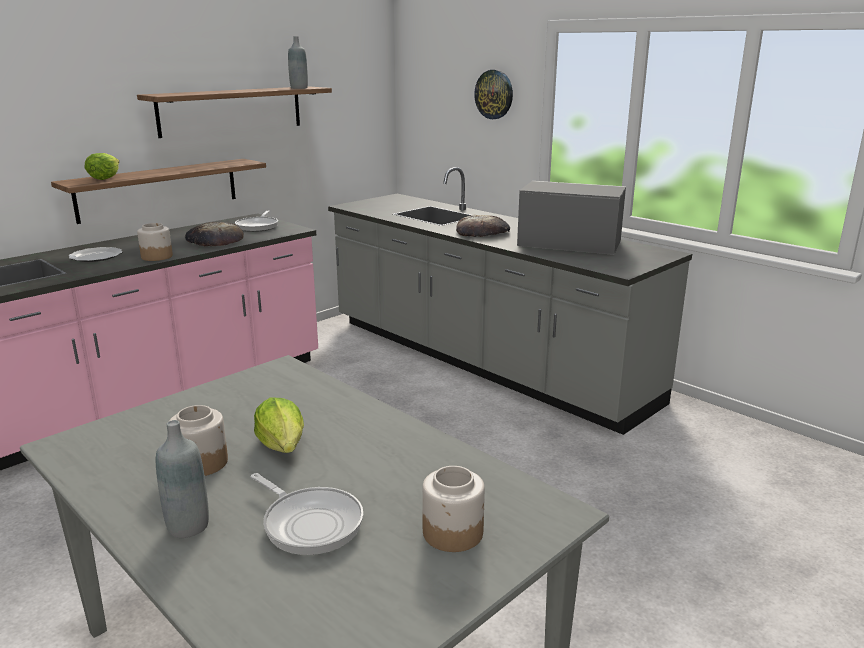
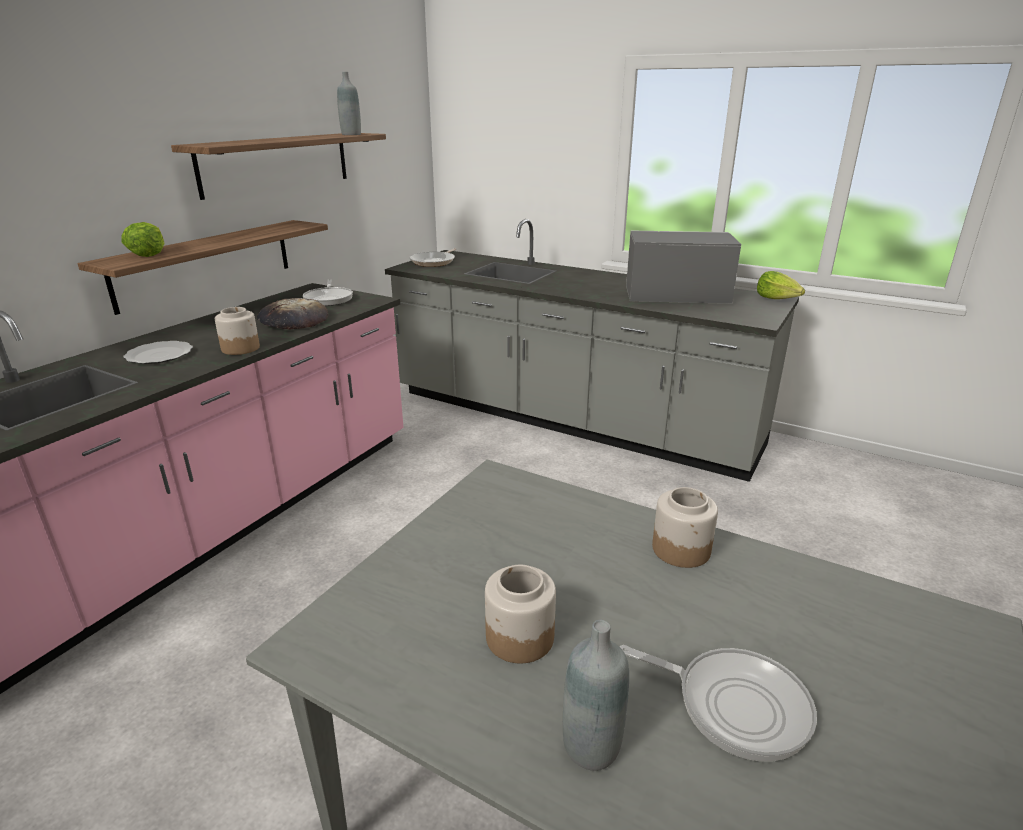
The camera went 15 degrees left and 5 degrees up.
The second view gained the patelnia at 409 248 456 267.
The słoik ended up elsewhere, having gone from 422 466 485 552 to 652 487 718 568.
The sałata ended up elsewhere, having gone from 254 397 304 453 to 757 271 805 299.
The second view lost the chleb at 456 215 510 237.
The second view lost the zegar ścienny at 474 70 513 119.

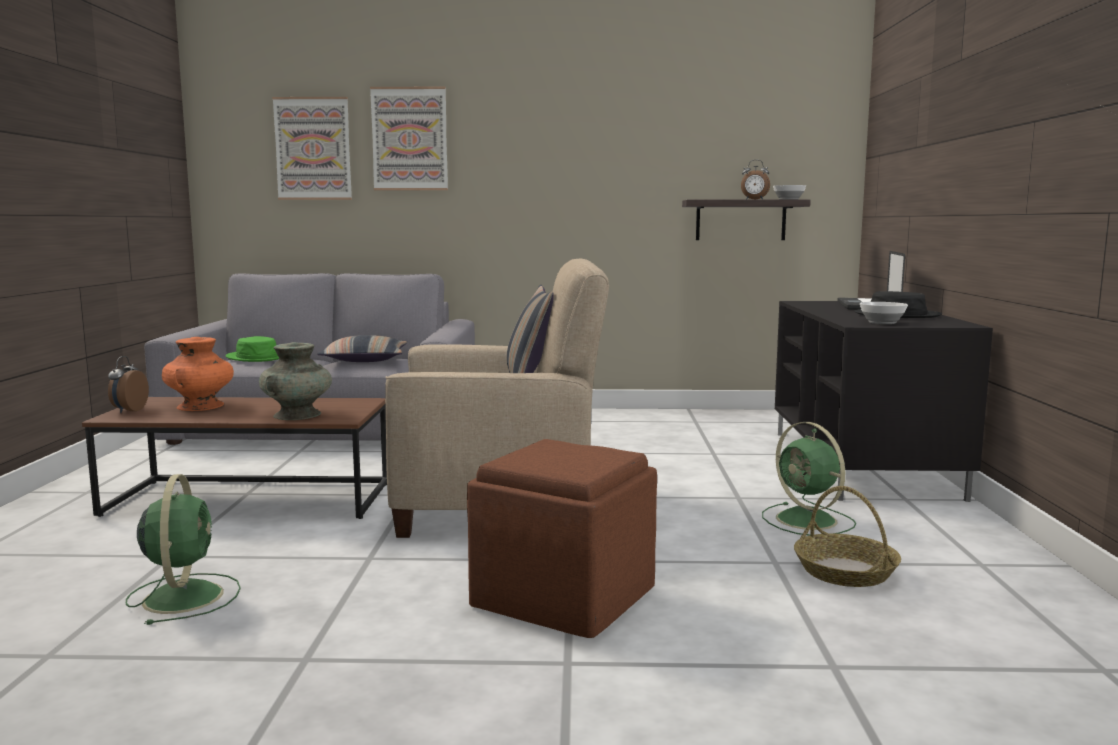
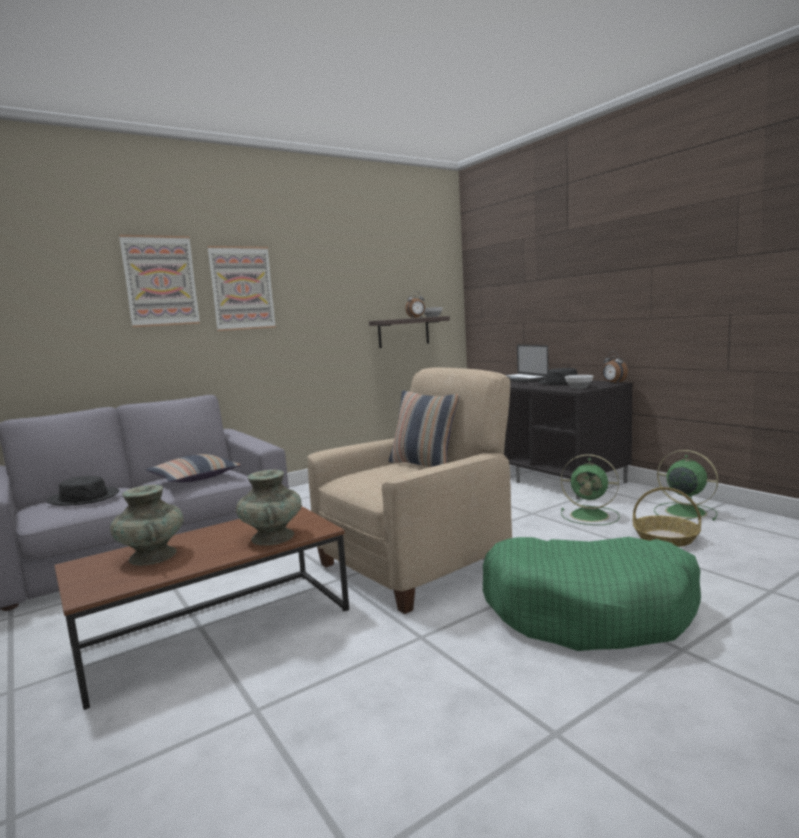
The camera went 35 degrees left and 0 degrees up.
What was the kapelusz/zielony at 226 336 279 362 turned into the kapelusz/czarny at 46 476 119 506.
What was the wazon/pomarańczowy at 162 337 234 411 turned into the wazon/turkusowy at 110 485 184 566.
The obraz ended up elsewhere, having gone from 272 97 352 200 to 207 246 276 331.
Where the pufa/brązowy stood at 467 439 657 638, the legowisko/zielony came to stand at 483 537 701 651.
The budzik ended up elsewhere, having gone from 108 356 149 413 to 602 352 628 384.
The wentylator/zielony ended up elsewhere, having gone from 126 474 241 625 to 654 450 718 520.

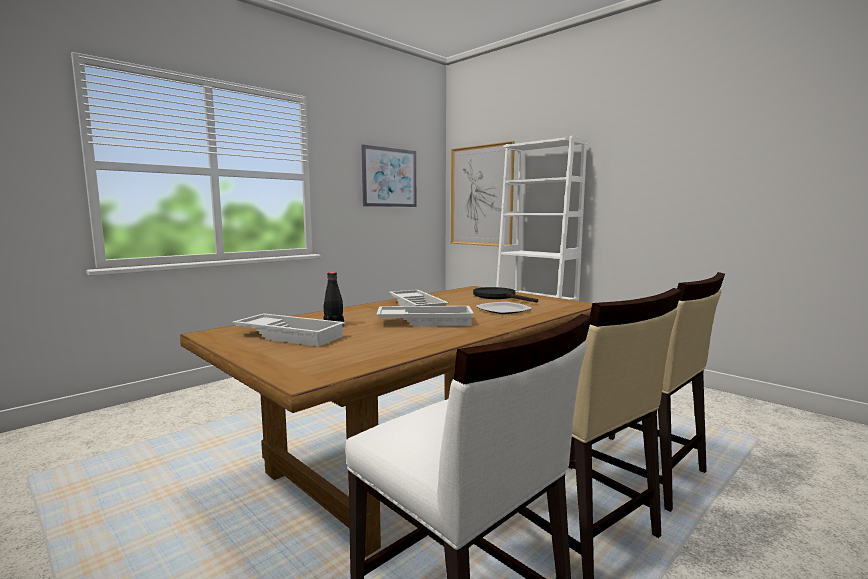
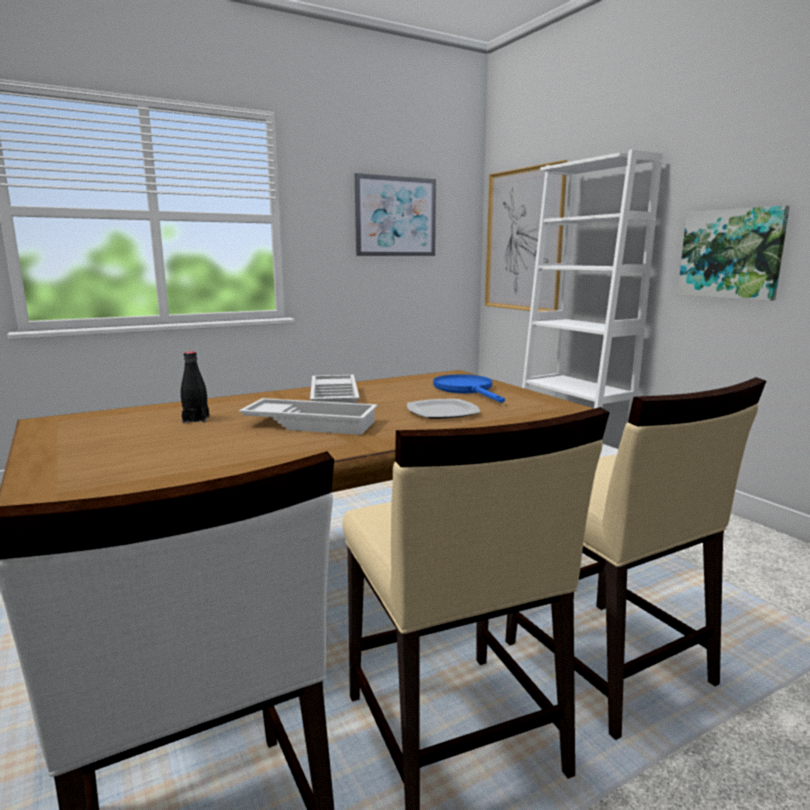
The camera went 15 degrees right and 5 degrees up.
What was the patelnia/czarny at 473 287 538 303 turned into the patelnia/niebieski at 433 374 505 403.
The second view gained the obraz at 677 205 790 301.
The second view lost the taca/biały at 232 313 345 347.

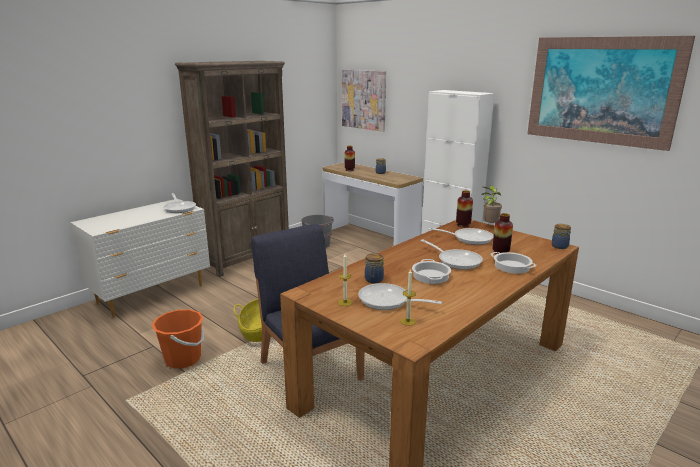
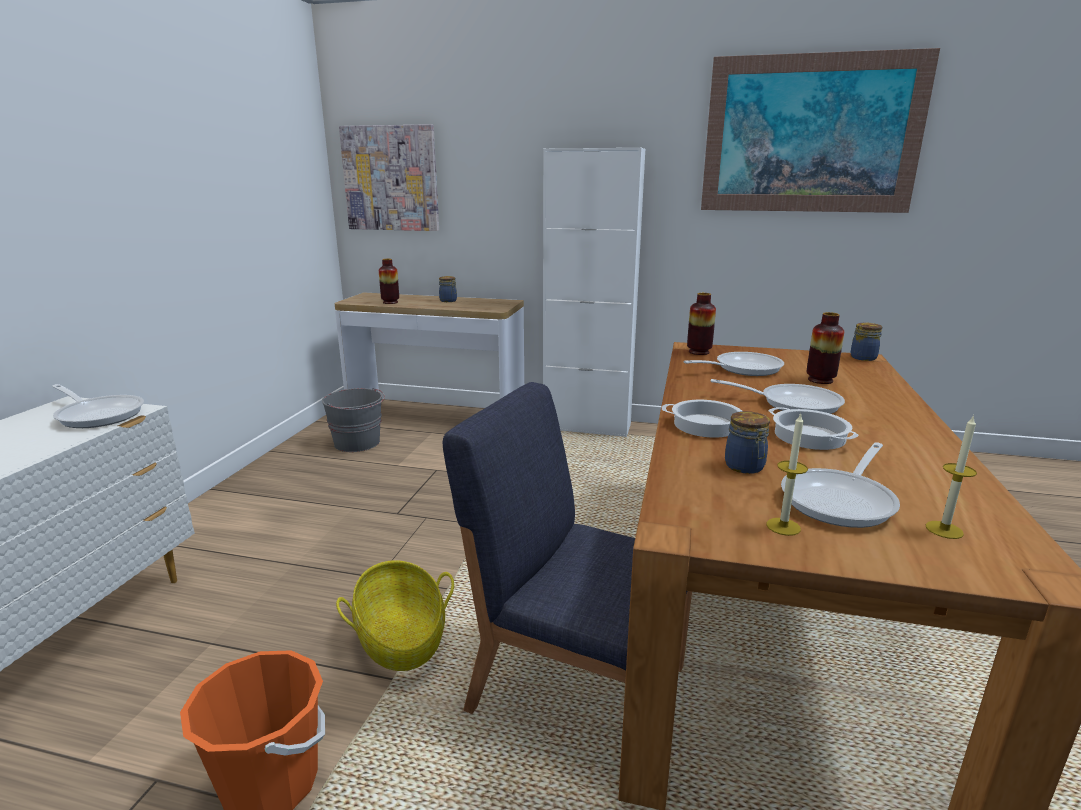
The camera went 30 degrees left and 0 degrees up.
The garnek ended up elsewhere, having gone from 490 252 536 274 to 662 400 742 438.
The patelnia at 358 283 442 310 ended up facing another way, 45 degrees counterclockwise from before.
The second view lost the regał/brązowy at 175 61 289 277.
The second view lost the roślina doniczkowa at 482 185 502 223.

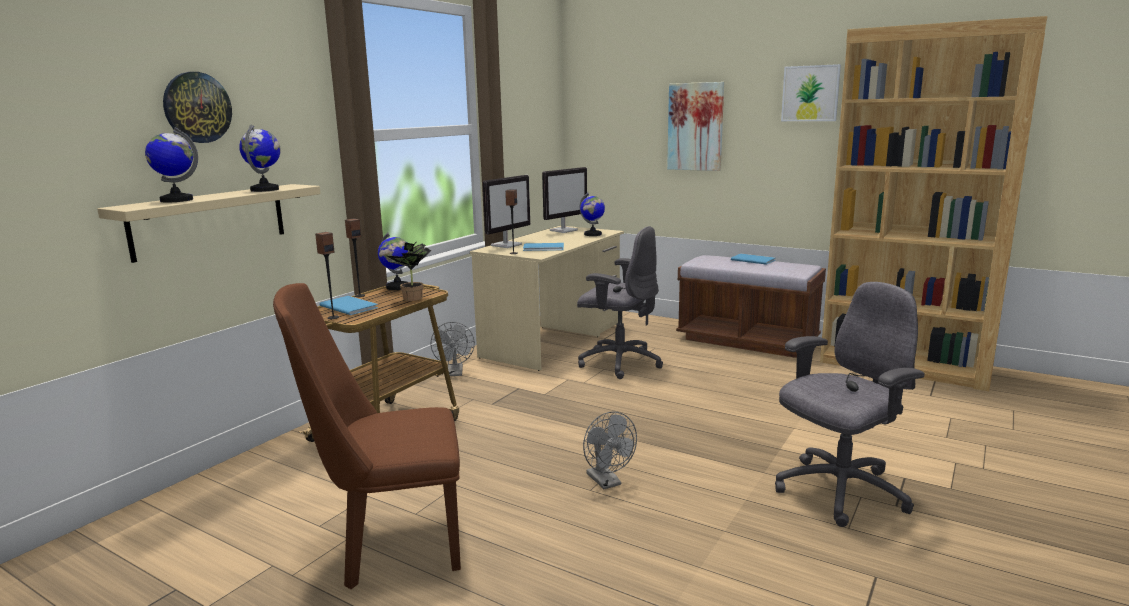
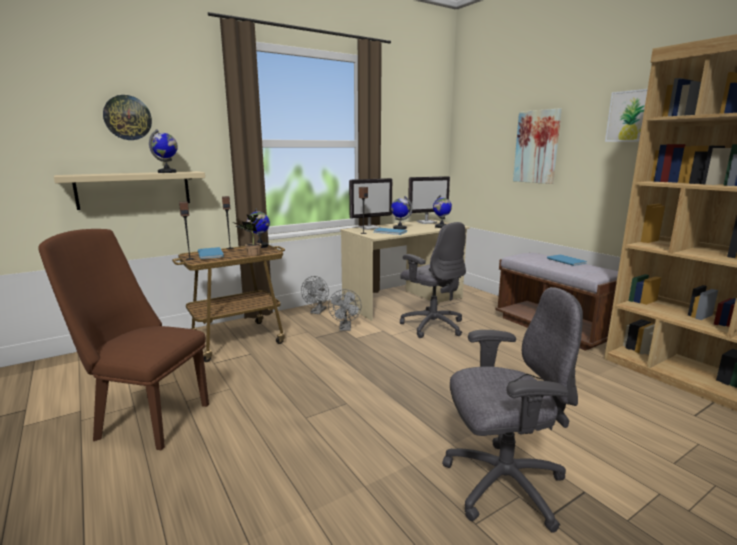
The camera went 25 degrees right and 0 degrees up.
The wentylator/szary ended up elsewhere, having gone from 583 411 637 489 to 328 289 362 331.
The globus ended up elsewhere, having gone from 145 128 198 203 to 391 196 413 230.

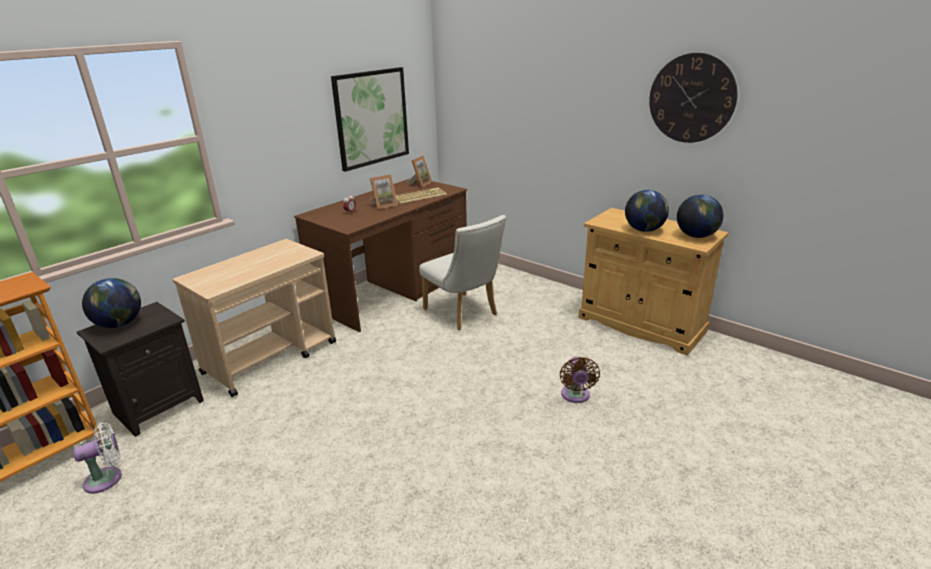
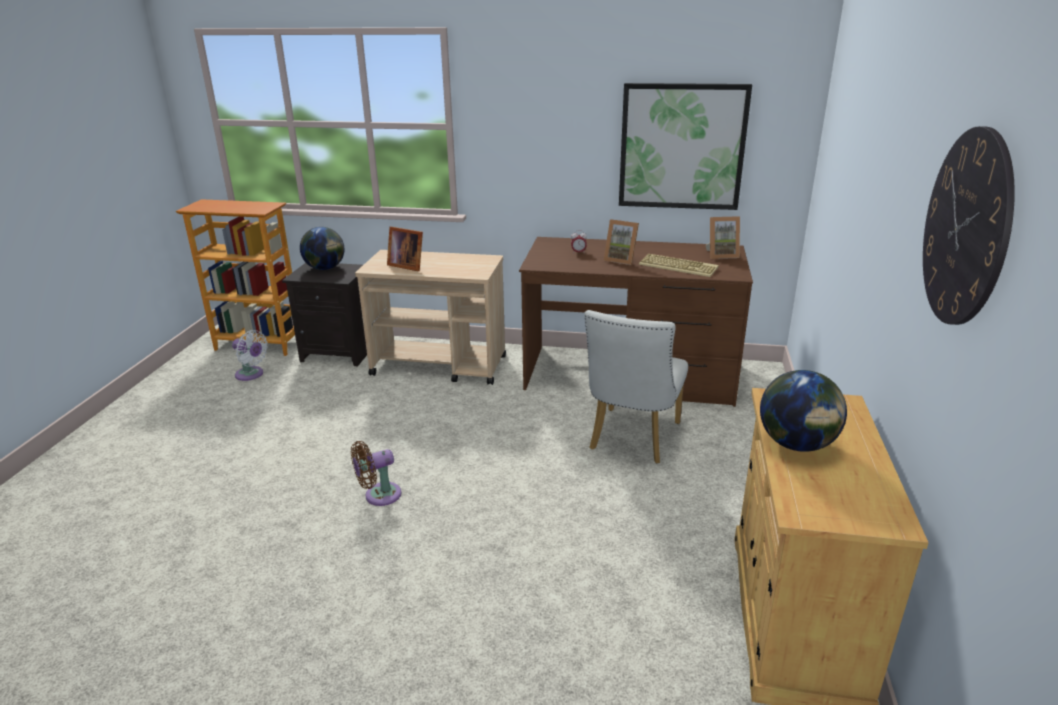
The camera went 60 degrees right and 0 degrees up.
The wentylator/brązowy ended up elsewhere, having gone from 560 356 600 403 to 351 441 401 506.
The second view gained the ramka na zdjęcie at 387 227 423 271.
The second view lost the globus at 677 195 724 238.

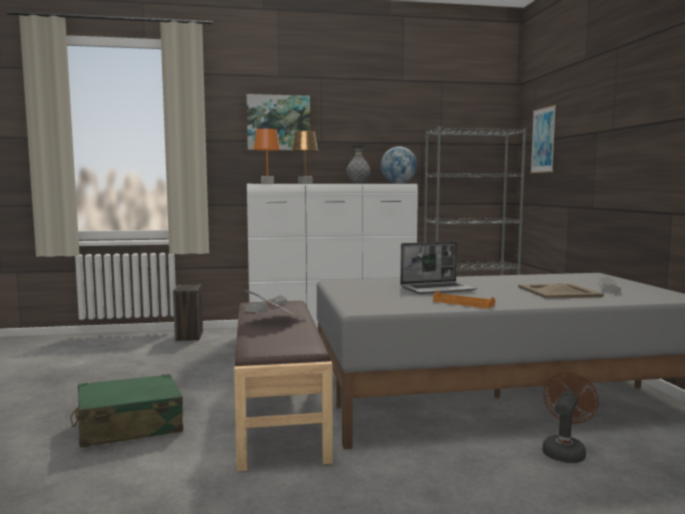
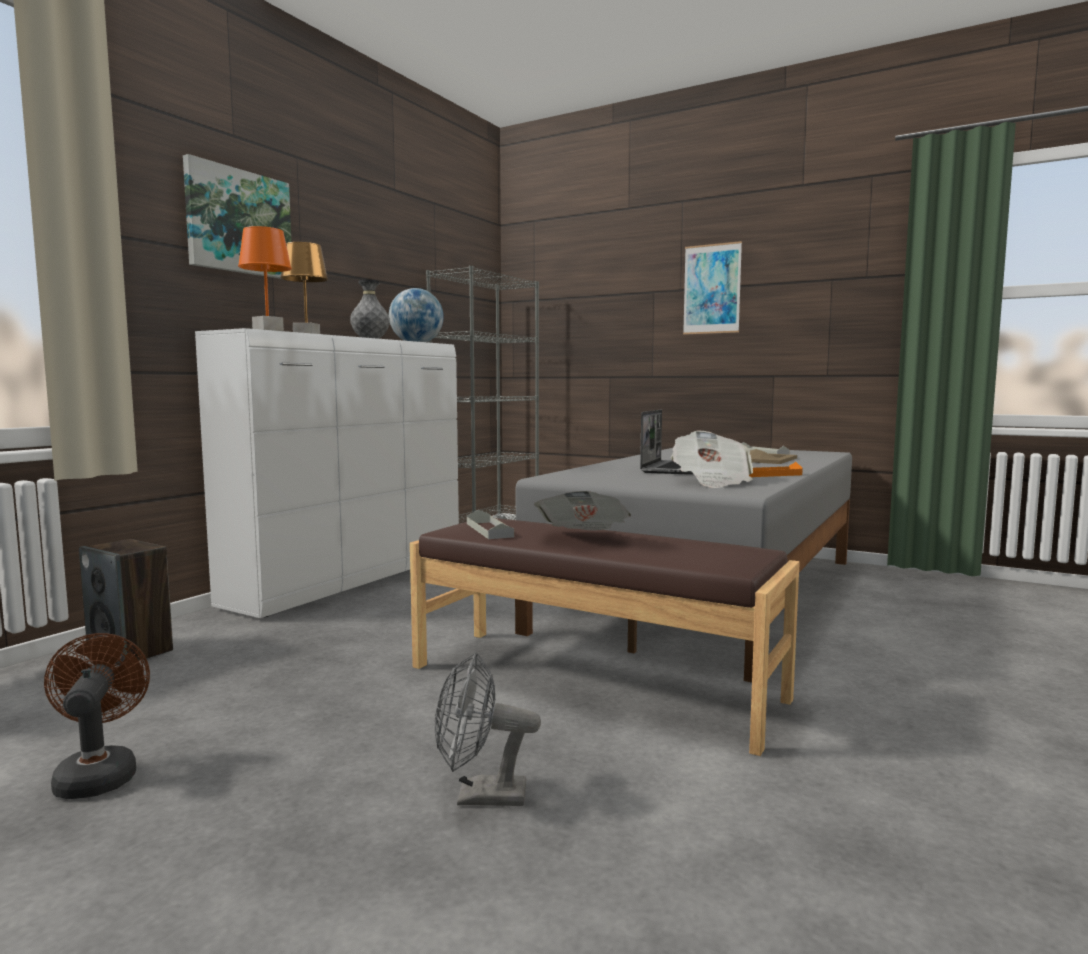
The camera went 50 degrees left and 0 degrees up.
The wentylator/brązowy ended up elsewhere, having gone from 543 372 599 463 to 44 633 150 799.
Where the walizka/zielony stood at 70 374 183 448, the wentylator/szary came to stand at 435 652 541 806.
The second view gained the gazeta at 671 431 753 488.
The obraz ended up elsewhere, having gone from 530 105 556 173 to 683 241 742 334.

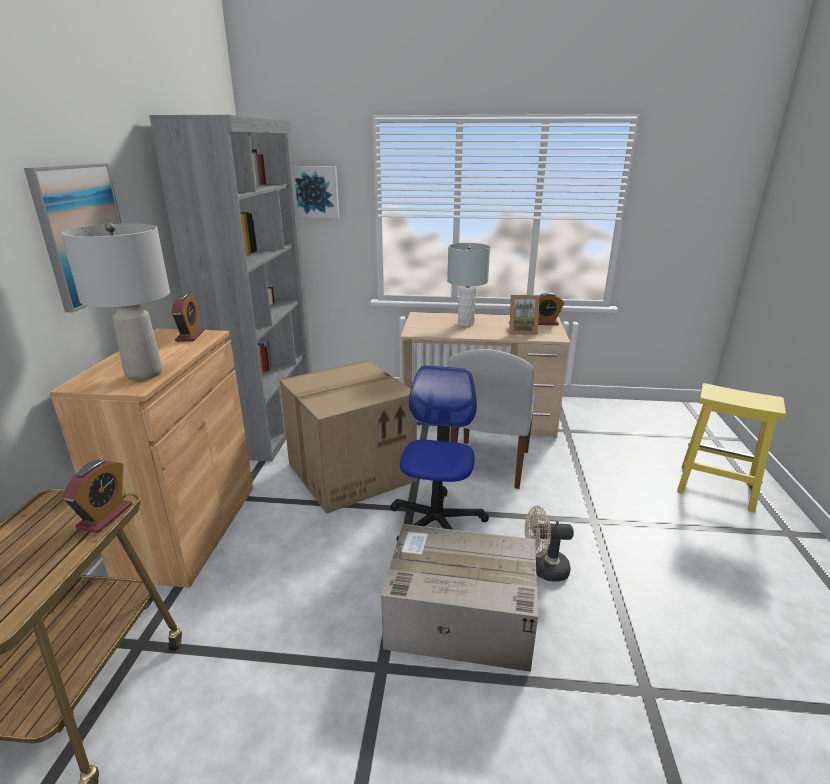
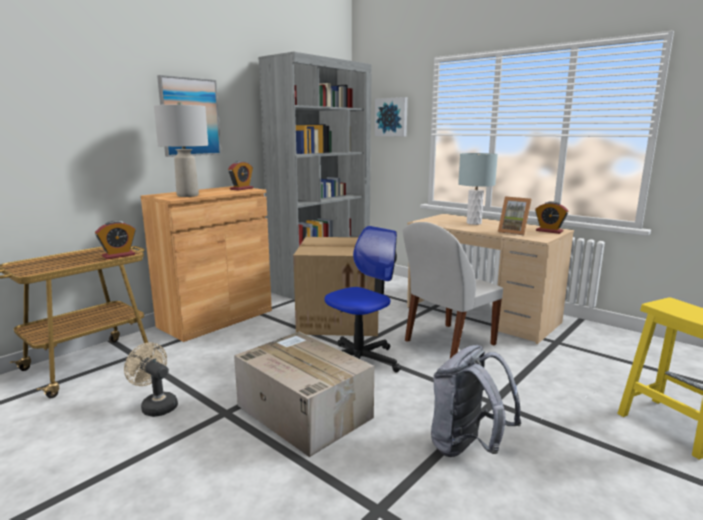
The camera went 35 degrees right and 10 degrees down.
The wentylator/beżowy ended up elsewhere, having gone from 525 506 574 582 to 124 342 178 417.
The second view gained the plecak/szary at 431 345 521 457.

